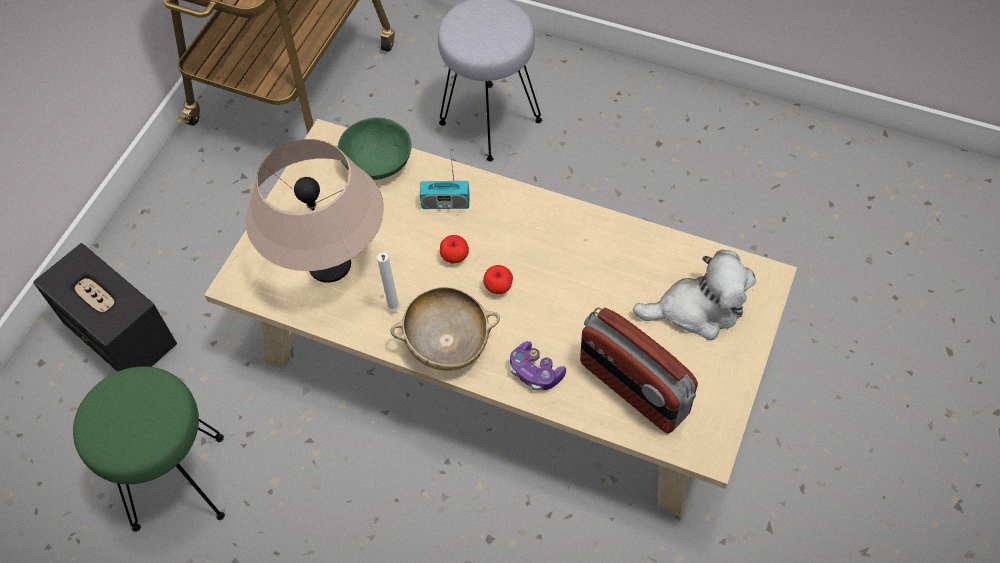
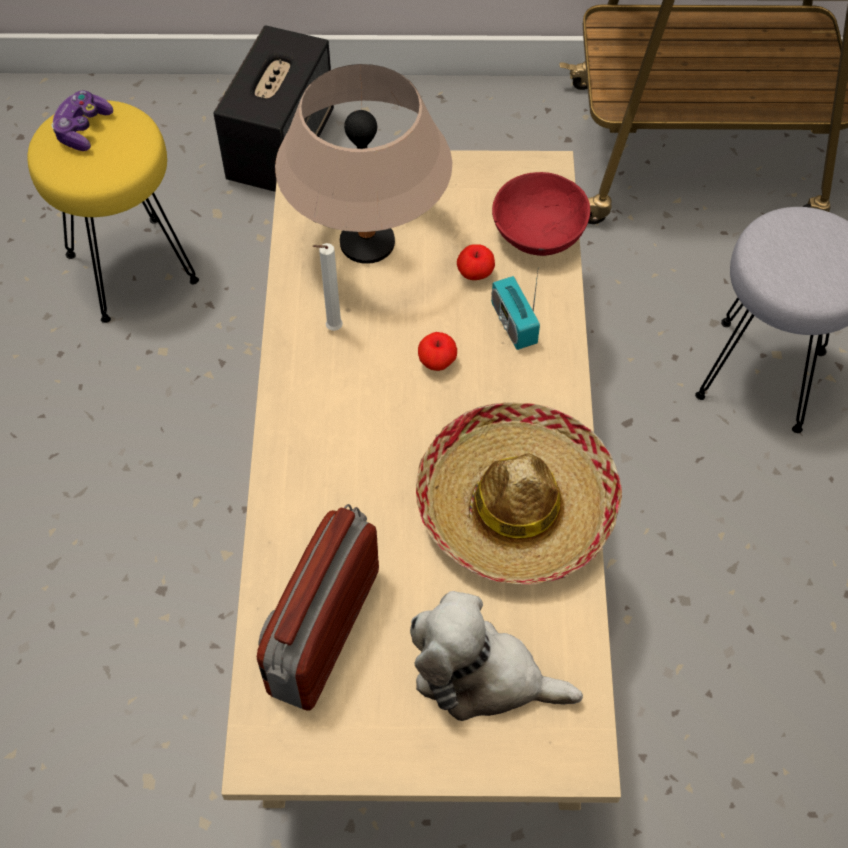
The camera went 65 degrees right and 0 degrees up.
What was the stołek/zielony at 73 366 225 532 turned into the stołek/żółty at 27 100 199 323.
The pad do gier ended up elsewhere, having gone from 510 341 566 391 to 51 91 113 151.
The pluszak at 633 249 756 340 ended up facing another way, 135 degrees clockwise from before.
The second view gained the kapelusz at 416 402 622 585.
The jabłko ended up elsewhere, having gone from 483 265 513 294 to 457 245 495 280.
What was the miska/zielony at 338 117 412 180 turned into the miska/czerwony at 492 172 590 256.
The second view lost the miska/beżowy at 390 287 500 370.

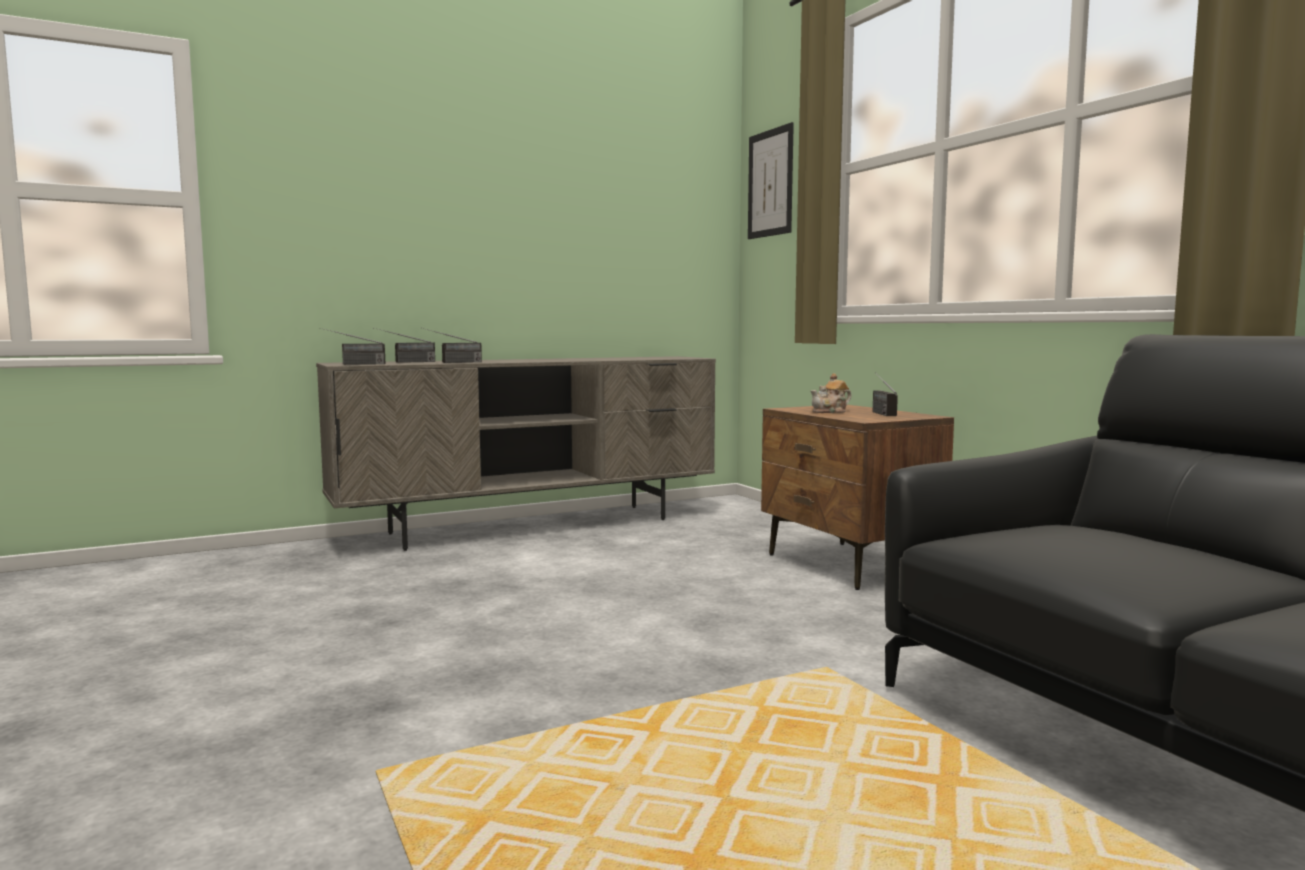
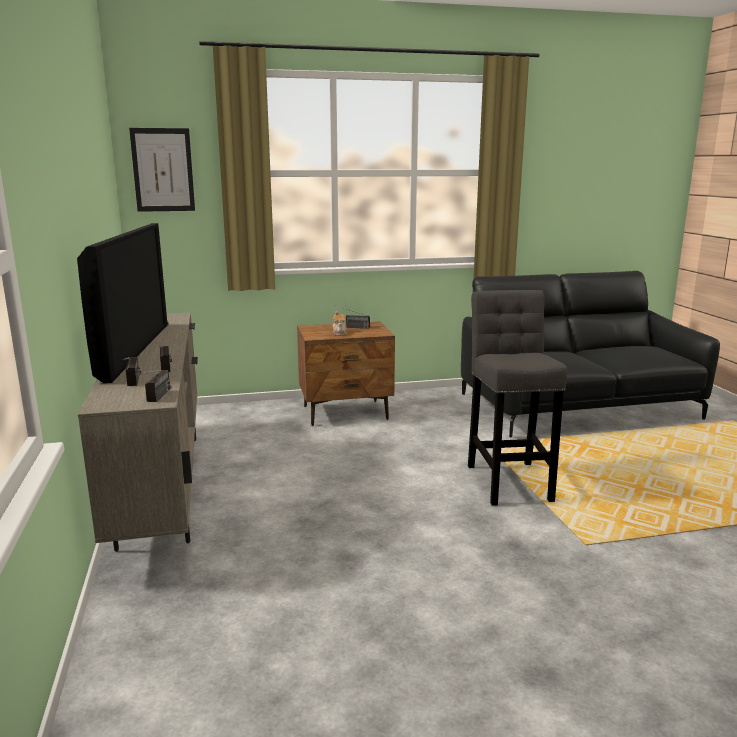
The camera went 75 degrees left and 10 degrees up.
The second view gained the telewizor at 77 223 168 383.
The second view gained the stołek/szary at 468 290 567 506.

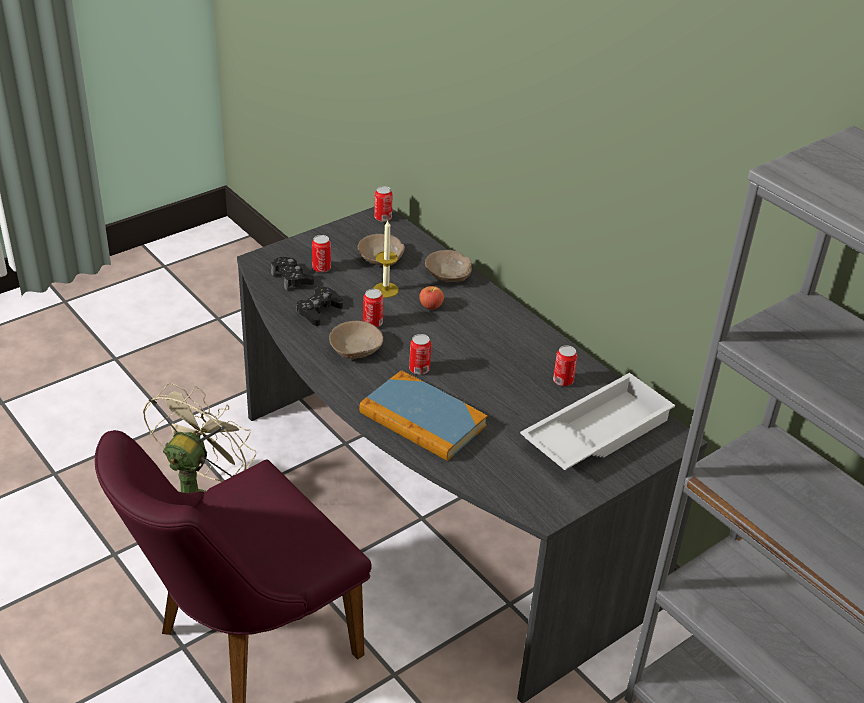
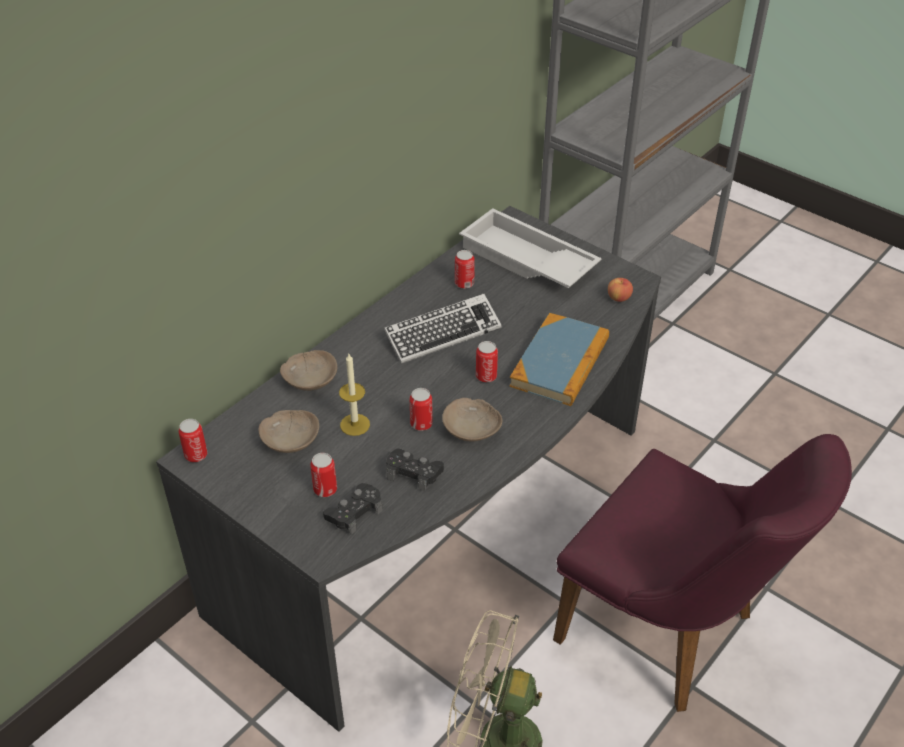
The camera went 100 degrees left and 5 degrees up.
The second view gained the klawiatura at 384 294 502 364.
The jabłko ended up elsewhere, having gone from 419 286 444 310 to 608 278 633 302.

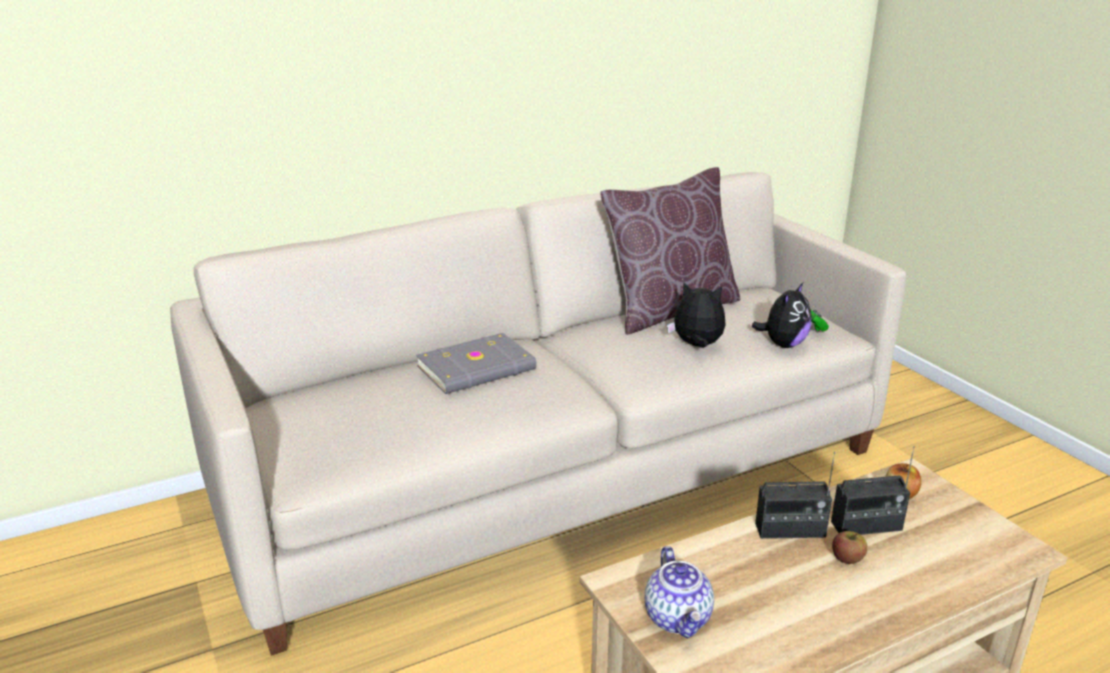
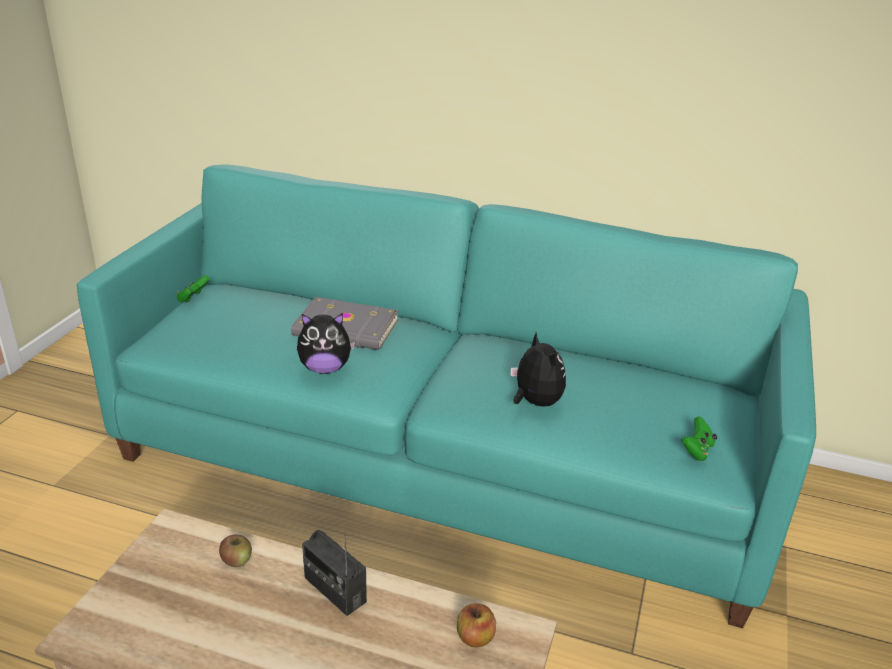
The camera went 45 degrees right and 5 degrees up.
What was the kanapa/beżowy at 170 172 906 656 turned into the kanapa/turkusowy at 77 164 816 628.
The second view gained the pad do gier/zielony at 176 275 210 302.
The jabłko ended up elsewhere, having gone from 832 531 868 564 to 219 535 252 567.
The pluszak ended up elsewhere, having gone from 752 283 812 348 to 297 313 355 374.
The second view lost the poduszka/brązowy at 600 167 740 335.
The second view lost the imbryk at 645 546 714 638.
The second view lost the radio at 831 446 915 535.

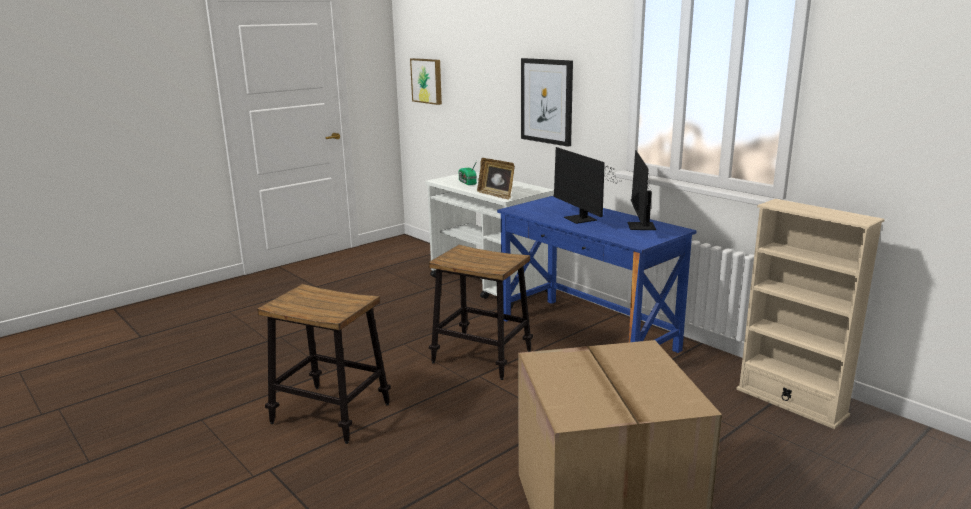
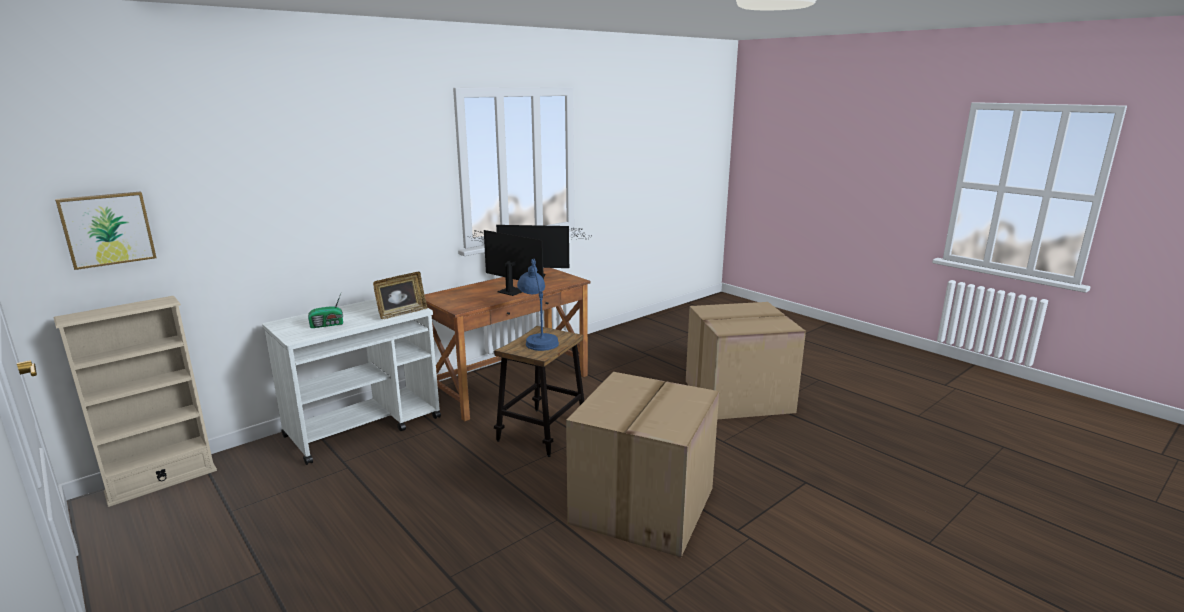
The camera went 90 degrees left and 0 degrees up.
The regał/beżowy ended up elsewhere, having gone from 736 199 885 429 to 53 296 217 507.
What was the biurko/niebieski at 497 196 697 353 turned into the biurko/brązowy at 425 268 591 421.
The monitor at 553 147 622 224 ended up facing another way, 120 degrees counterclockwise from before.
The second view gained the lampa stołowa/niebieski at 517 259 559 351.
Where the stołek stood at 257 284 391 444, the karton came to stand at 566 372 719 557.
The second view lost the obraz at 521 58 573 147.

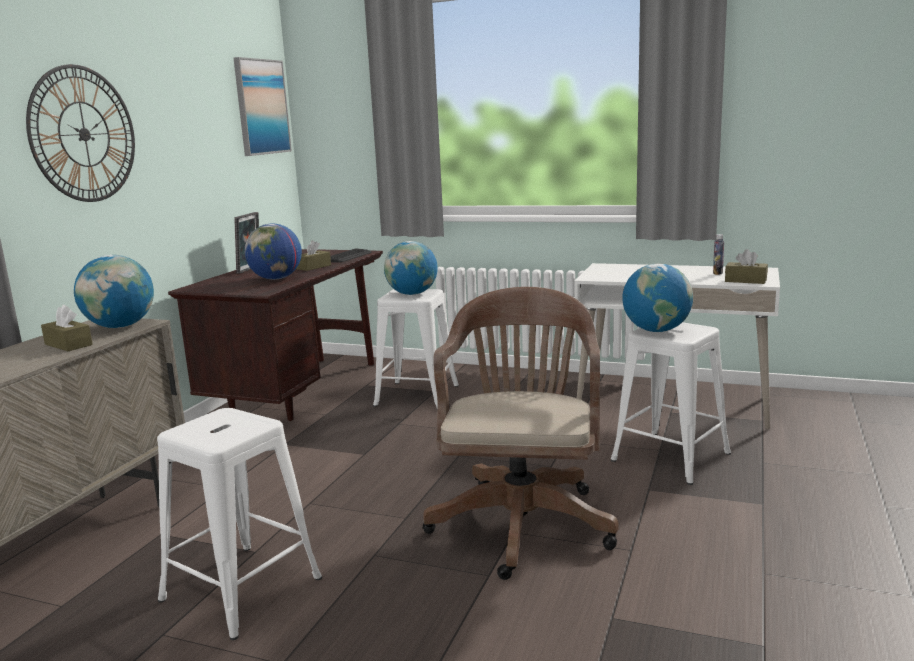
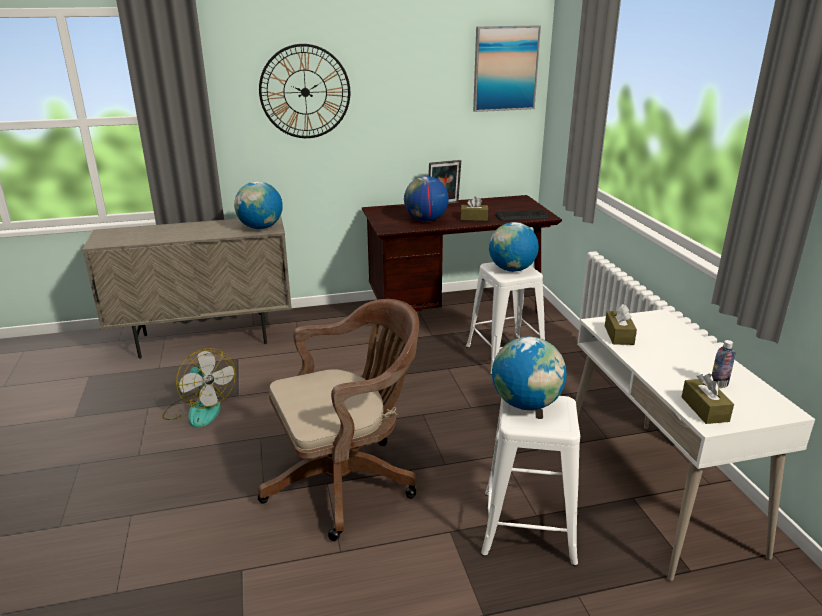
The camera went 55 degrees right and 10 degrees up.
Where the stołek/biały stood at 157 408 322 640, the wentylator came to stand at 162 348 235 428.
The pudełko chusteczek/brązowy ended up elsewhere, having gone from 41 305 93 351 to 605 304 637 345.

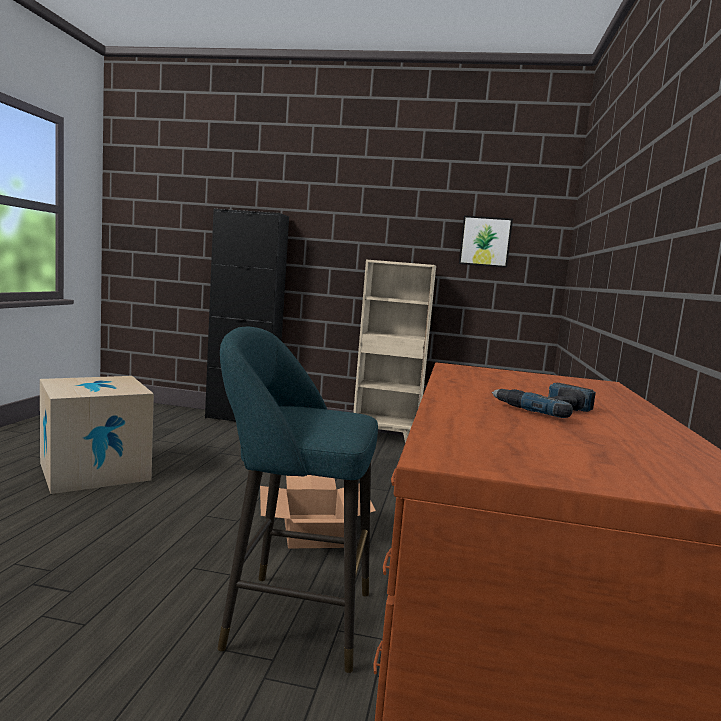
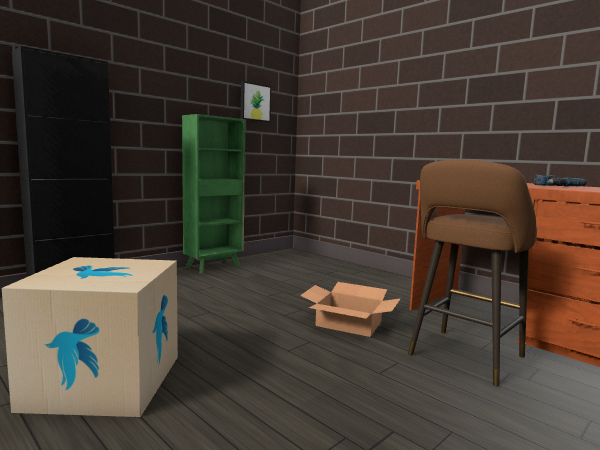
The camera went 55 degrees left and 0 degrees up.
What was the regał/beżowy at 353 260 436 443 turned into the regał/zielony at 182 114 246 274.
What was the stołek/turkusowy at 217 327 378 673 turned into the stołek/brązowy at 408 159 537 386.

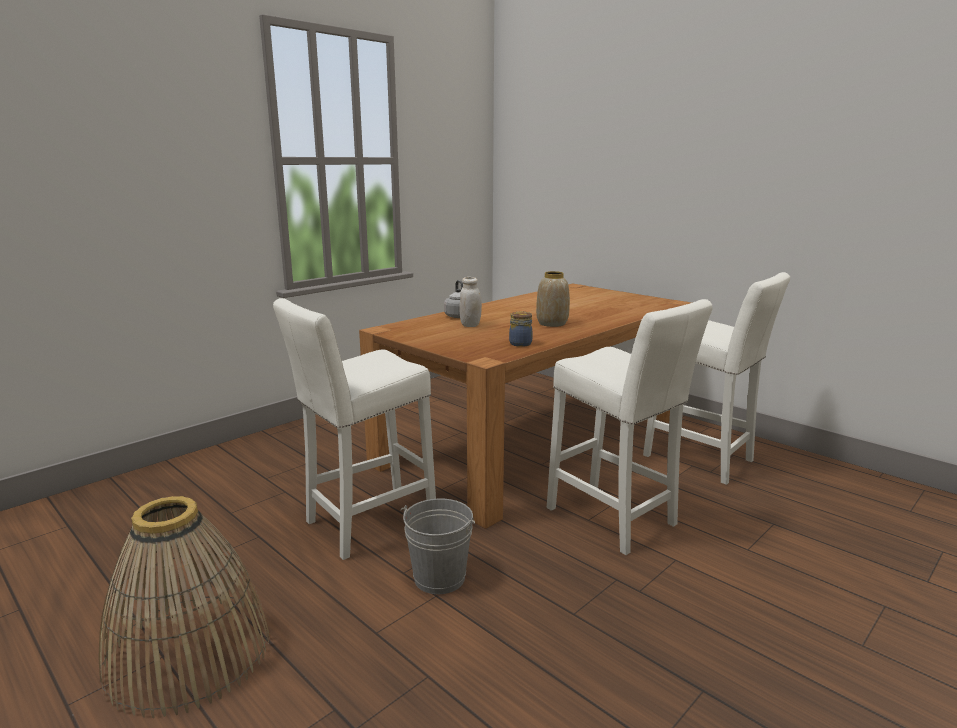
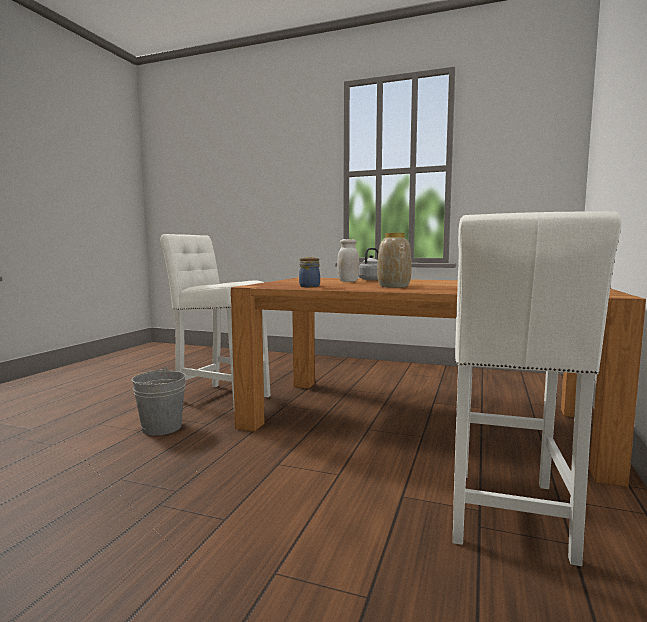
The camera went 65 degrees right and 10 degrees down.
The second view lost the koszyk at 98 496 270 718.
The second view lost the stołek/biały at 547 299 713 555.

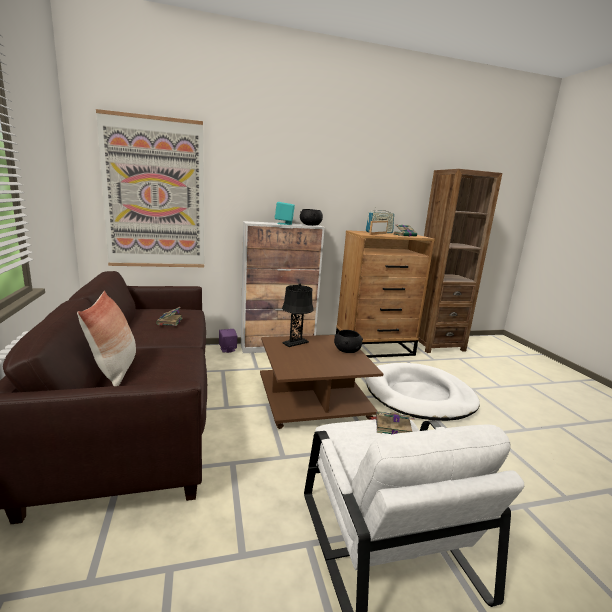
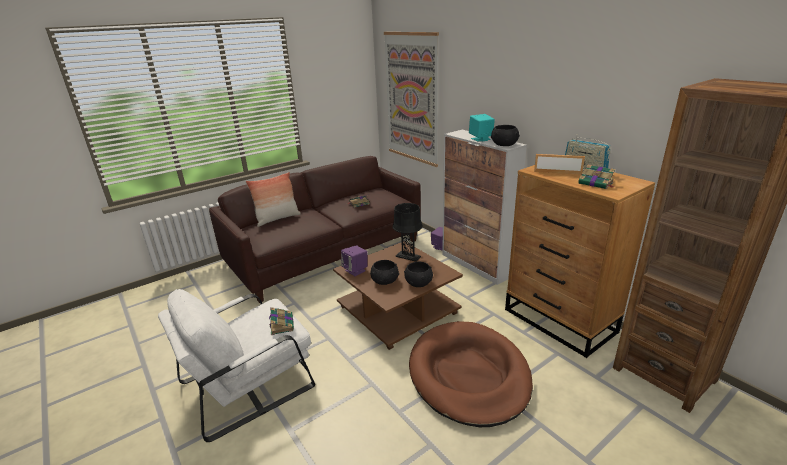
The camera went 70 degrees right and 10 degrees up.
The second view gained the głośnik/fioletowy at 341 245 368 276.
The second view gained the miska/czarny at 370 260 399 285.
What was the legowisko/biały at 366 363 480 421 turned into the legowisko/brązowy at 409 321 533 427.

